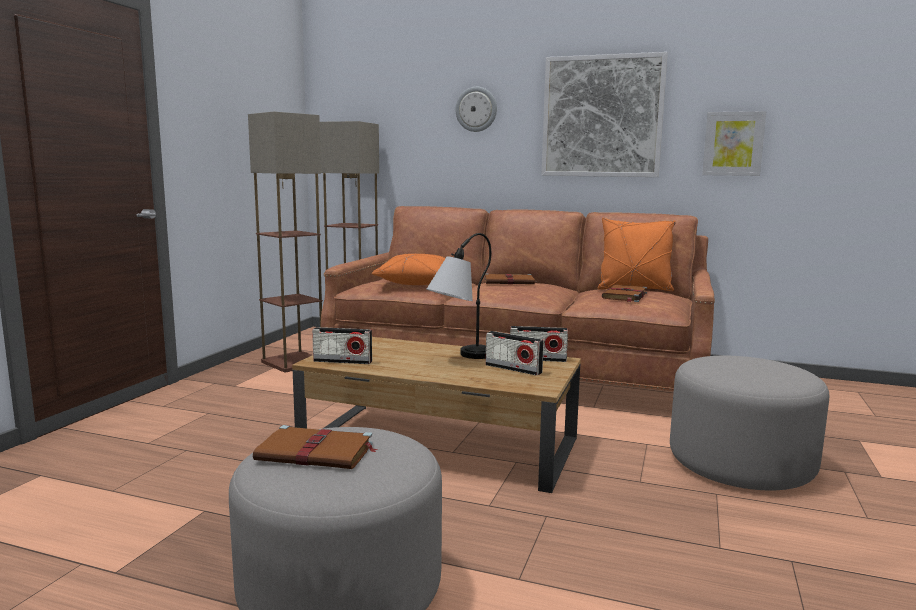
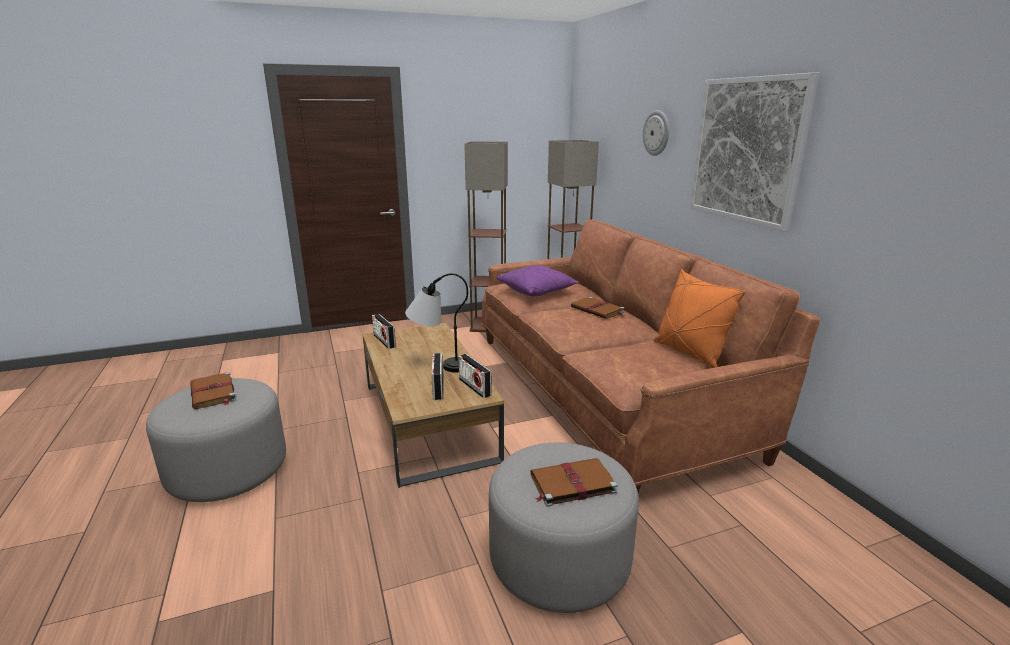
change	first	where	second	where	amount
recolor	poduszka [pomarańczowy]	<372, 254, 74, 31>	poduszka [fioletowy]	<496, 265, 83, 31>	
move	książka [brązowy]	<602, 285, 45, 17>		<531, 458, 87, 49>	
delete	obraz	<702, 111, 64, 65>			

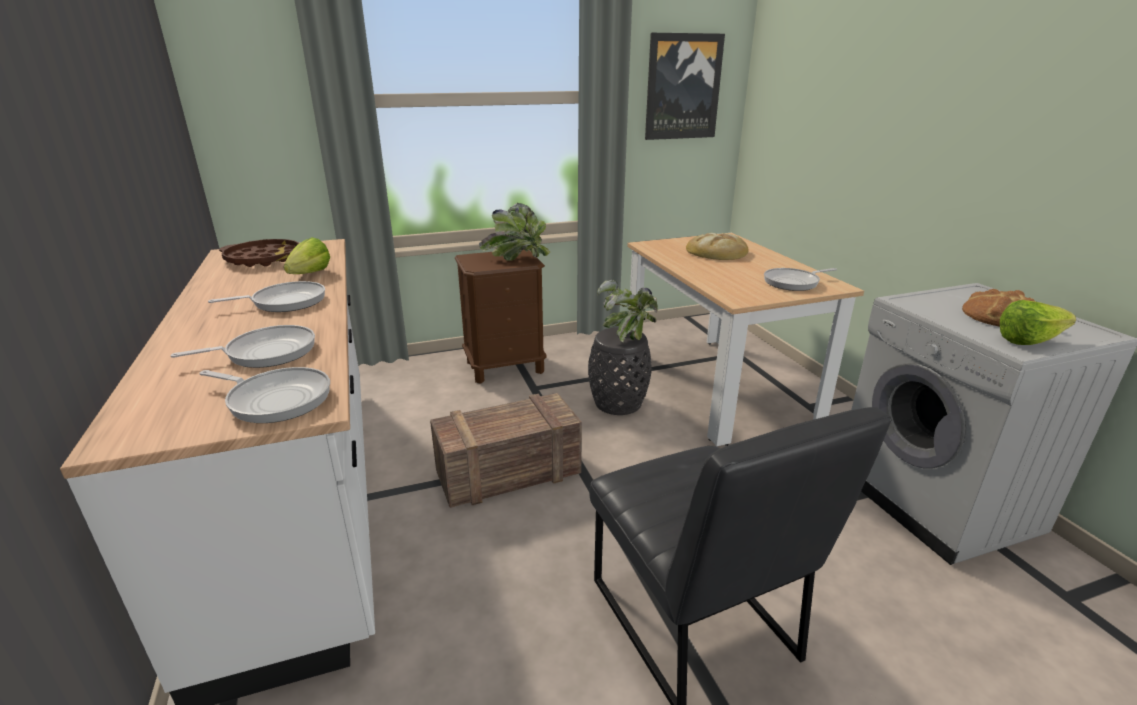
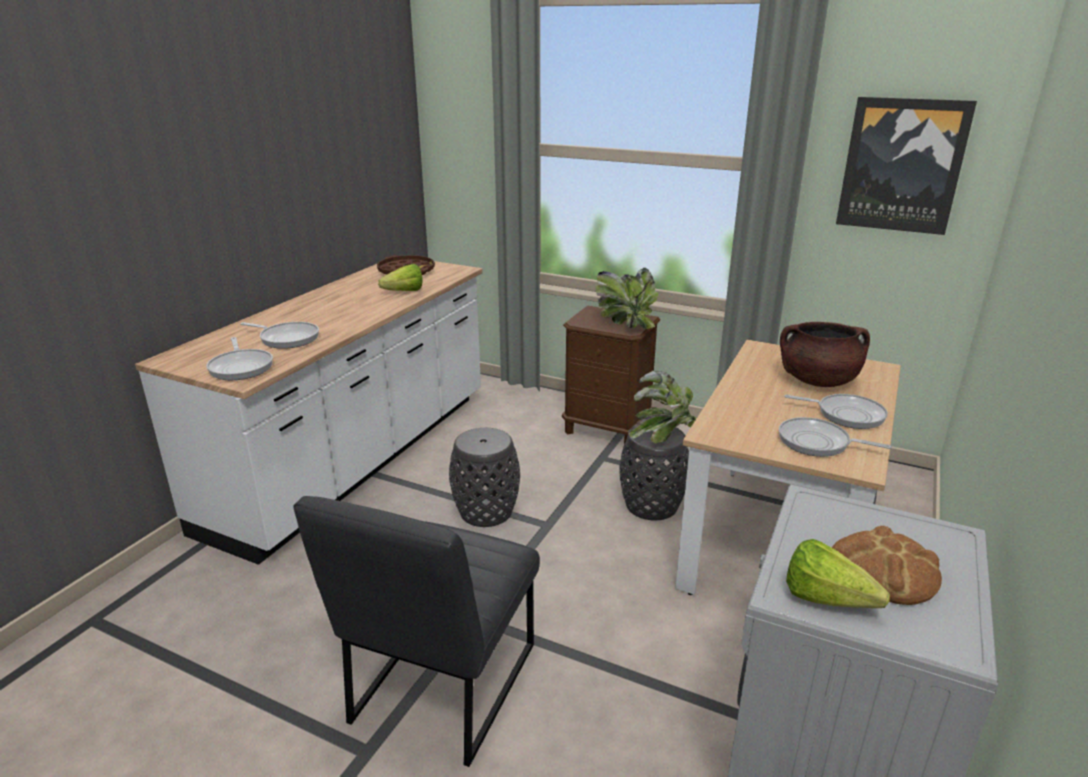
change	first	where	second	where	amount
move	patelnia	<208, 281, 117, 31>		<784, 394, 104, 35>	
replace	skrzynka	<430, 393, 152, 115>	stołek [szary]	<449, 428, 71, 99>	
replace	chleb	<686, 233, 62, 27>	garnek [brązowy]	<780, 322, 90, 65>	

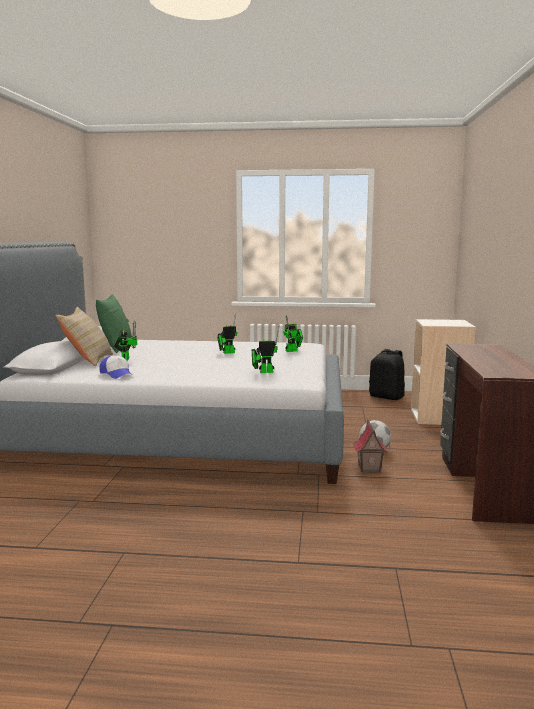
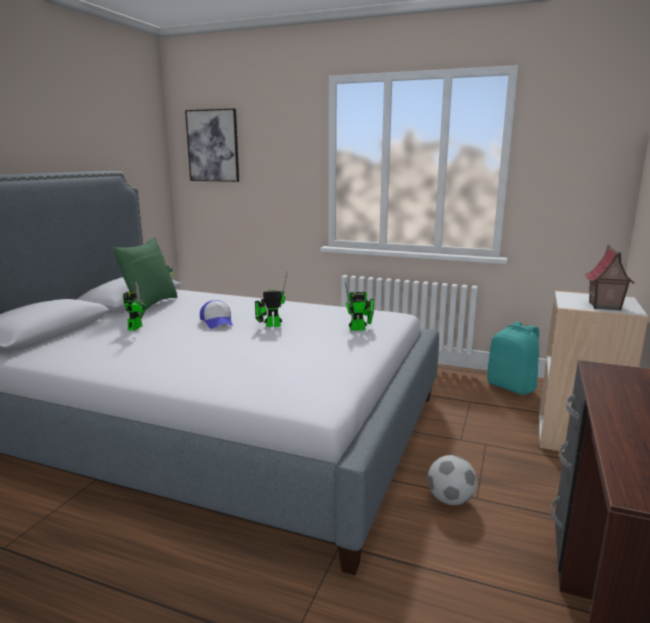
change	first	where	second	where	amount
delete	poduszka [beżowy]	<56, 307, 57, 59>			
move	czapka z daszkiem	<99, 355, 32, 24>		<200, 300, 33, 29>	
delete	robot zabawkowy	<252, 324, 28, 49>			
move	domek	<353, 419, 35, 53>		<585, 245, 50, 66>	
recolor	plecak [czarny]	<369, 349, 36, 51>	plecak [turkusowy]	<487, 322, 52, 73>	
insert			obraz	<185, 108, 54, 74>	

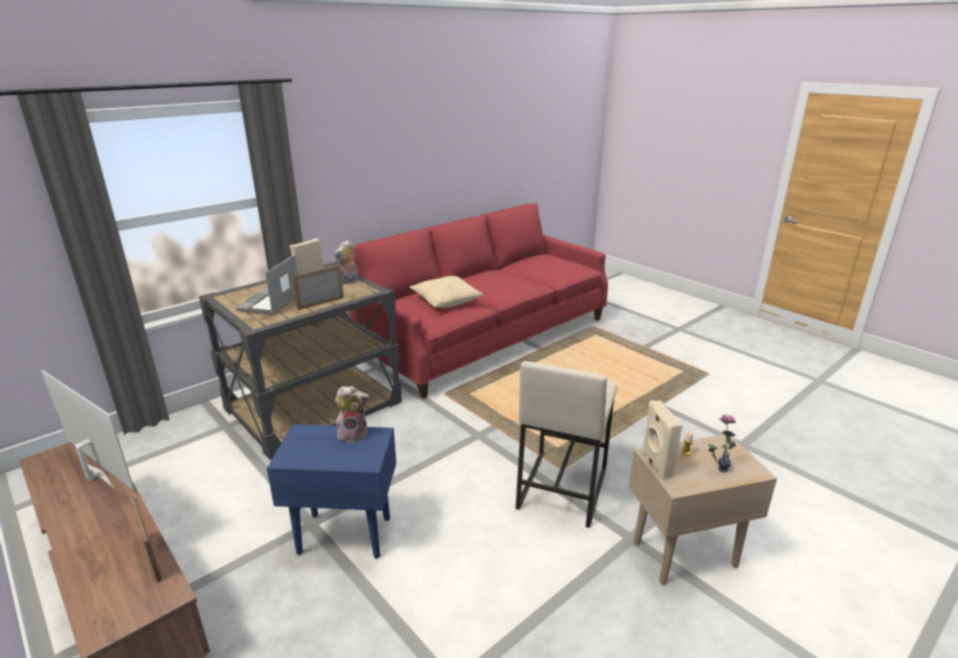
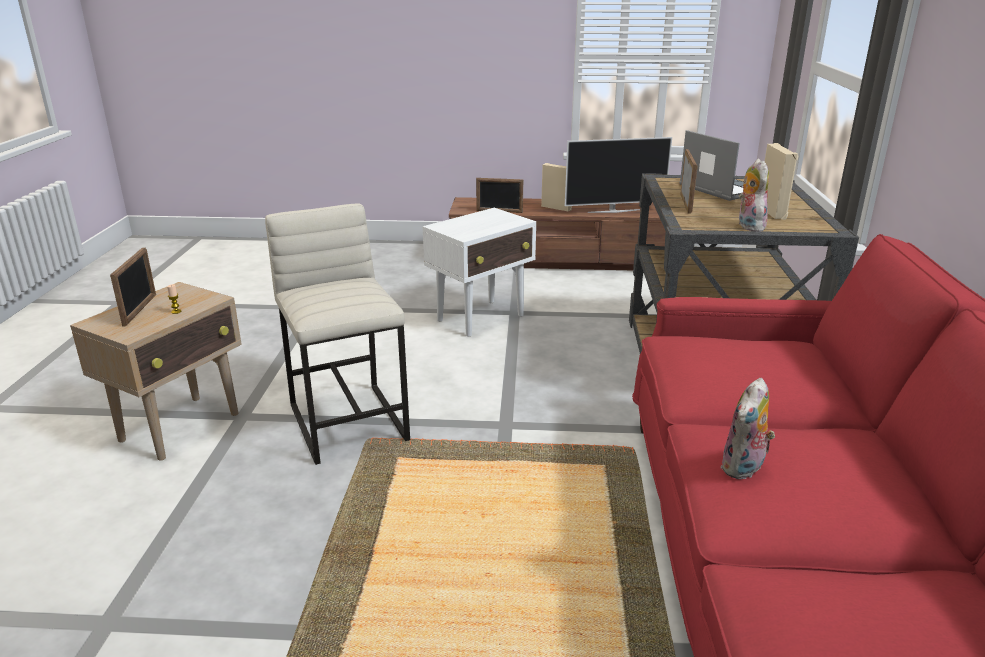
change	first	where	second	where	amount
recolor	stolik [niebieski]	<267, 424, 129, 134>	stolik [biały]	<423, 208, 113, 129>	
move	pluszak	<335, 386, 35, 57>		<720, 378, 55, 102>	
delete	poduszka [beżowy]	<410, 276, 73, 32>			
move	głośnik [beżowy]	<642, 400, 40, 80>		<541, 163, 31, 48>	
replace	wazon	<708, 415, 28, 58>	ramka na zdjęcie	<110, 247, 46, 79>	

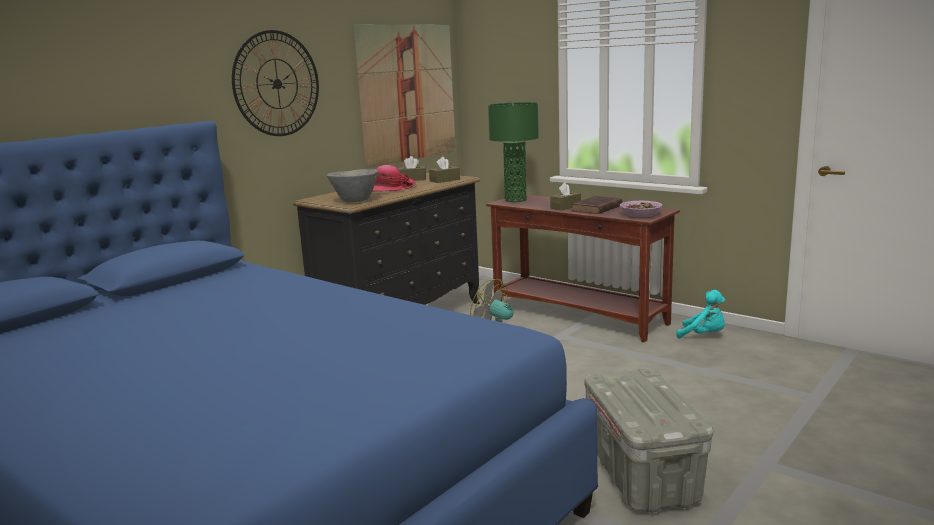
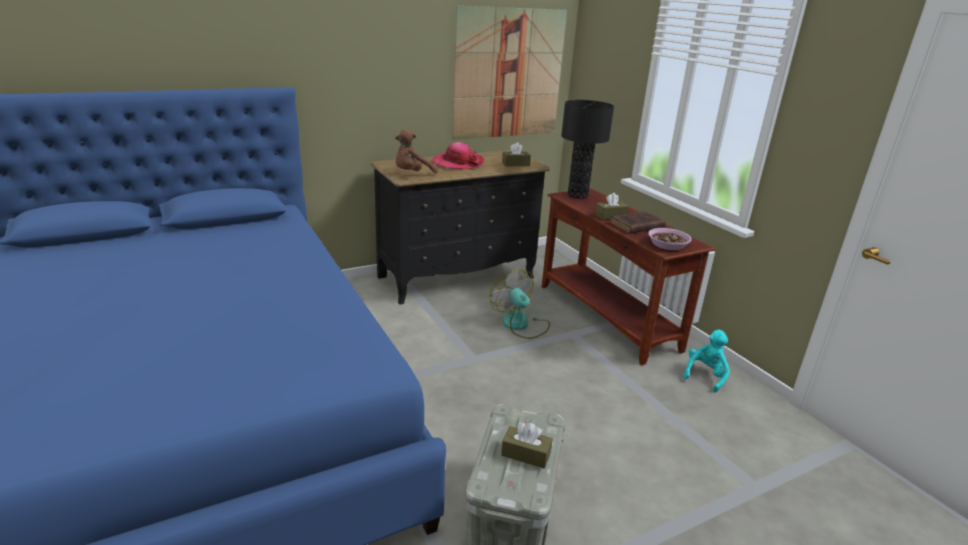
change	first	where	second	where	amount
delete	zegar ścienny	<232, 30, 87, 106>			
replace	miska [szary]	<327, 169, 51, 33>	pluszak [brązowy]	<395, 129, 43, 44>	
move	pudełko chusteczek [brązowy]	<398, 156, 28, 25>		<501, 423, 52, 46>	
recolor	lampa stołowa [zielony]	<488, 102, 51, 100>	lampa stołowa [czarny]	<561, 100, 53, 99>	
rotate	pluszak [turkusowy]	<676, 290, 49, 48>		<683, 330, 47, 62>	105 degrees counterclockwise

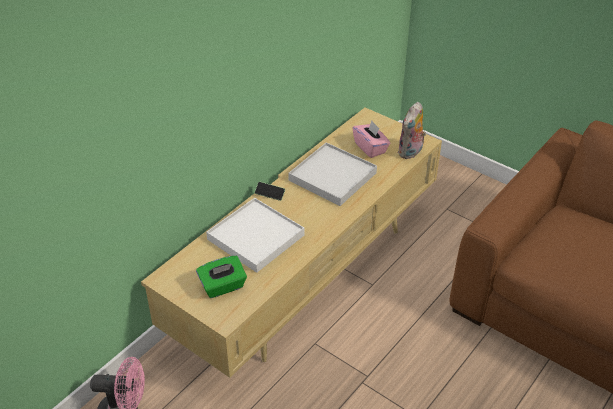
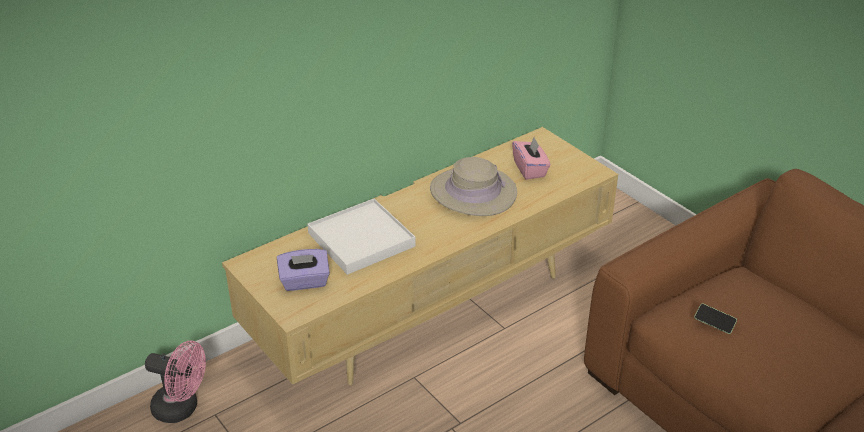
change	first	where	second	where	amount
recolor	pudełko chusteczek [zielony]	<196, 256, 51, 42>	pudełko chusteczek [fioletowy]	<277, 249, 53, 42>	
move	telefon	<255, 182, 30, 19>		<694, 304, 43, 30>	
replace	taca [biały]	<288, 142, 89, 64>	kapelusz [beżowy]	<430, 157, 87, 59>	
delete	pluszak	<397, 102, 29, 57>			

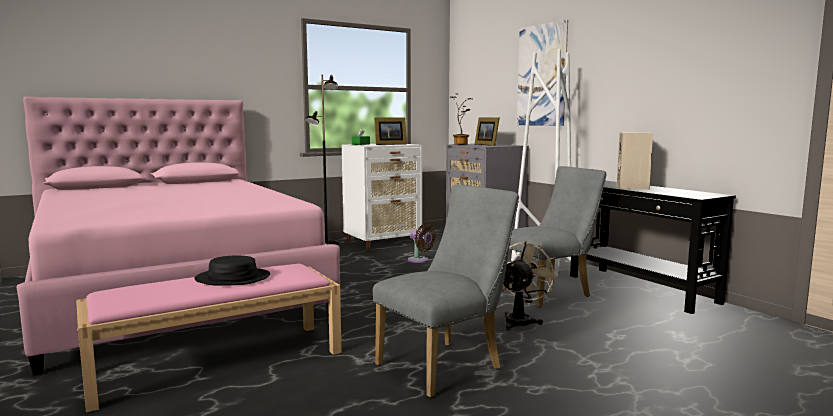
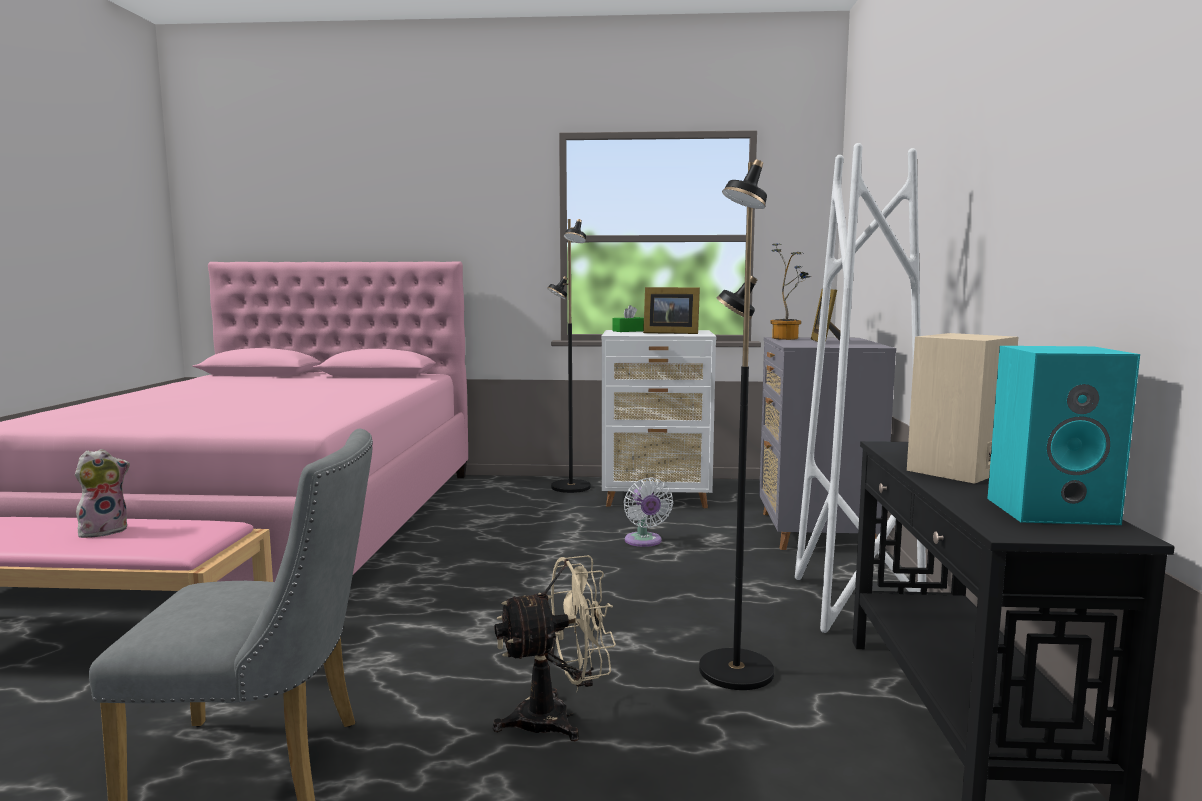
change	first	where	second	where	amount
replace	kapelusz [czarny]	<194, 255, 76, 31>	pluszak	<75, 449, 55, 89>	
recolor	wentylator [brązowy]	<408, 223, 28, 40>	wentylator [biały]	<624, 478, 49, 69>	
replace	krzesło [szary]	<502, 166, 105, 142>	lampa stojąca [czarny]	<699, 160, 75, 530>	
delete	obraz	<517, 19, 51, 107>			
insert			głośnik [turkusowy]	<987, 346, 153, 179>	

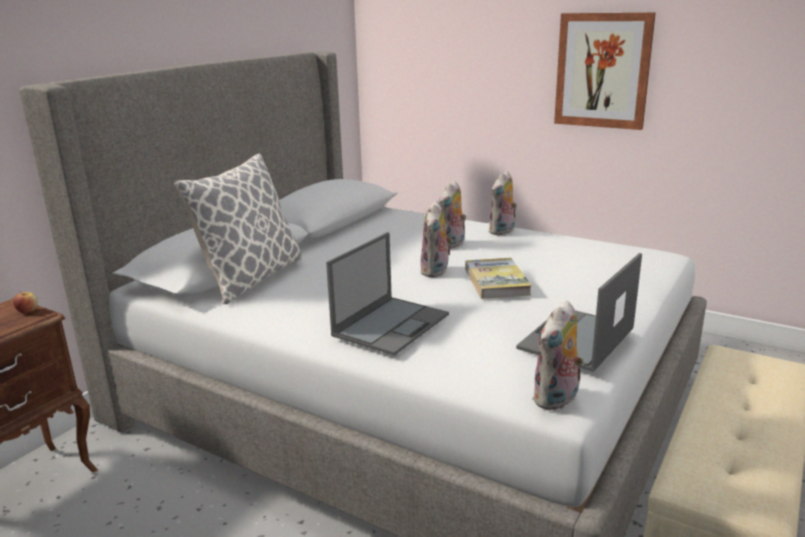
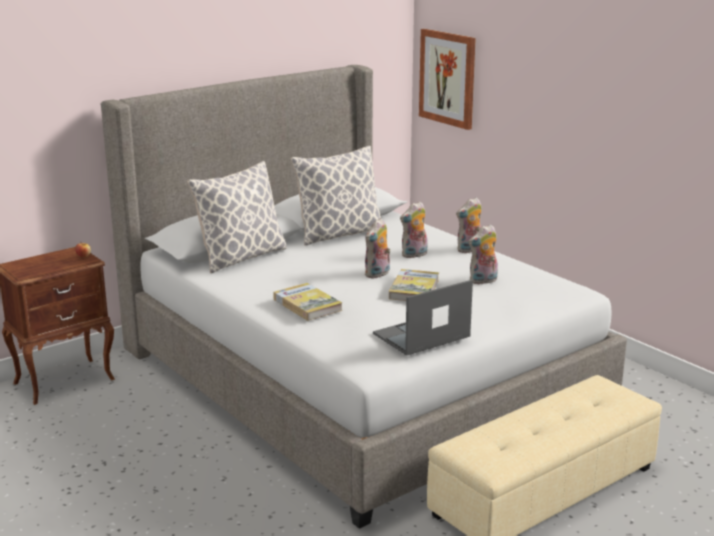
change	first	where	second	where	amount
replace	laptop	<326, 232, 123, 124>	książka	<273, 283, 69, 38>	
move	pluszak	<532, 301, 53, 109>		<468, 224, 30, 60>	
move	obraz	<554, 12, 102, 118>		<419, 29, 57, 101>	
insert			poduszka	<290, 146, 91, 100>	

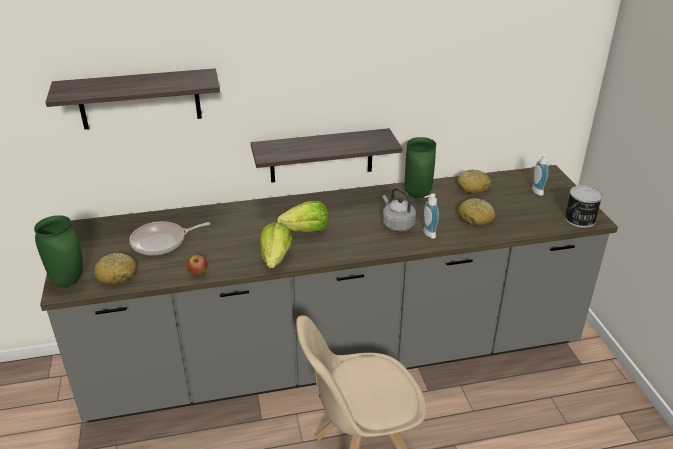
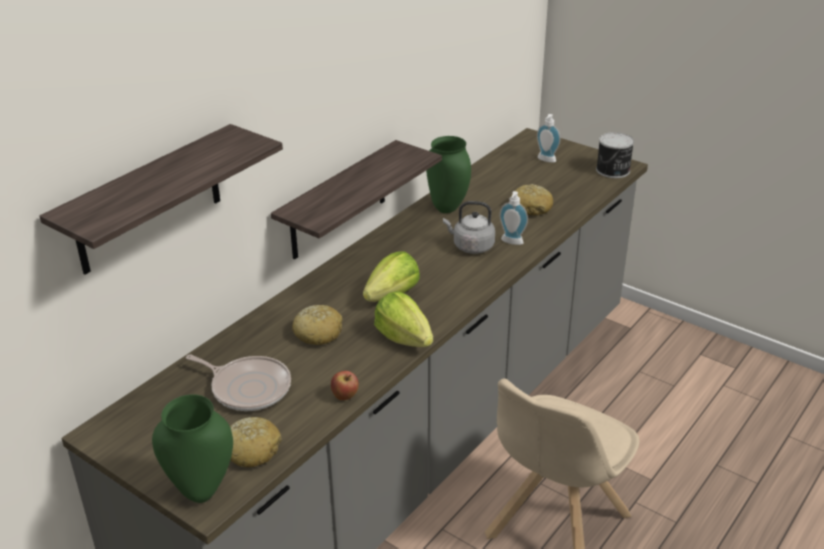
change	first	where	second	where	amount
rotate	patelnia	<129, 221, 82, 35>		<186, 355, 105, 56>	90 degrees counterclockwise
move	chleb	<457, 170, 34, 24>		<292, 305, 51, 40>	

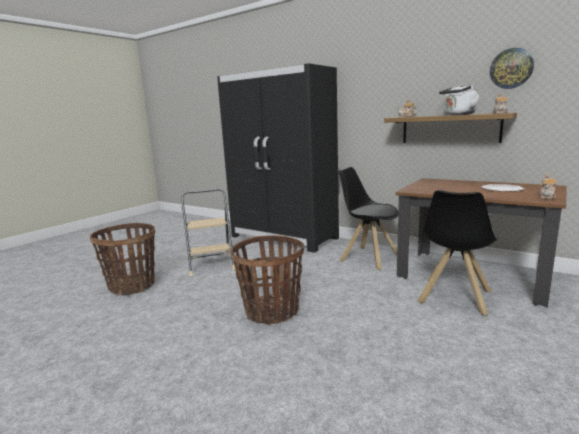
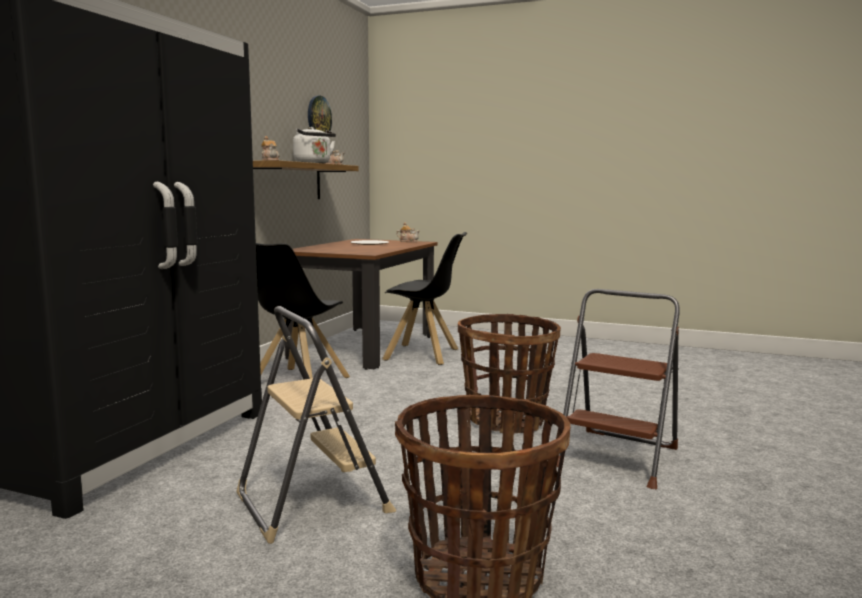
change	first	where	second	where	amount
insert			drabinka [brązowy]	<557, 289, 123, 200>	

